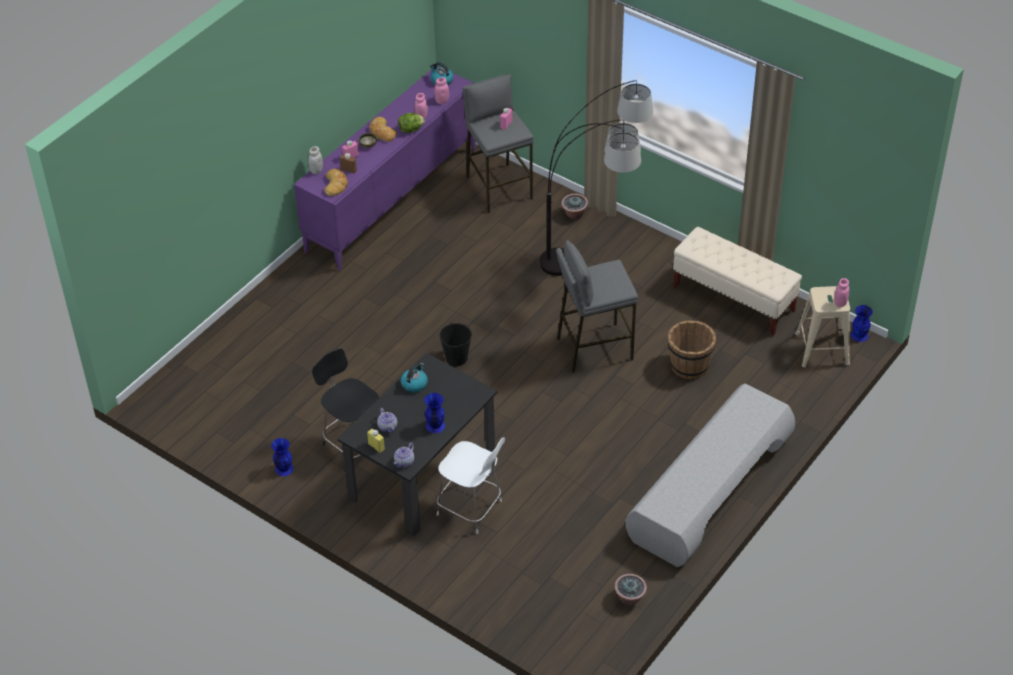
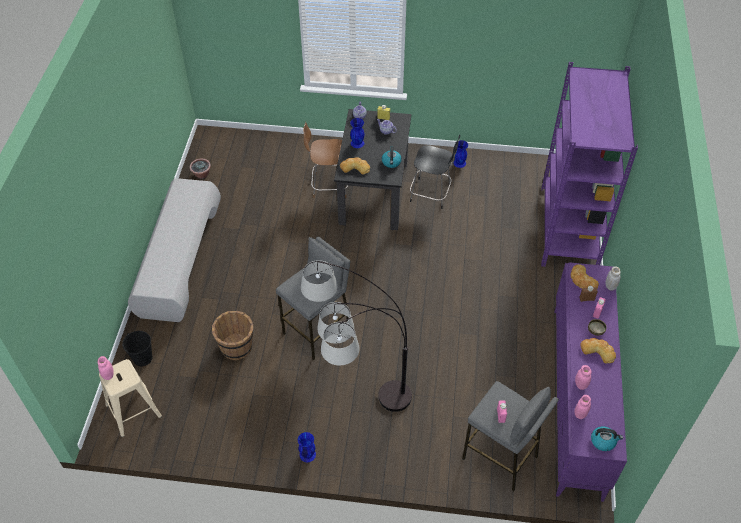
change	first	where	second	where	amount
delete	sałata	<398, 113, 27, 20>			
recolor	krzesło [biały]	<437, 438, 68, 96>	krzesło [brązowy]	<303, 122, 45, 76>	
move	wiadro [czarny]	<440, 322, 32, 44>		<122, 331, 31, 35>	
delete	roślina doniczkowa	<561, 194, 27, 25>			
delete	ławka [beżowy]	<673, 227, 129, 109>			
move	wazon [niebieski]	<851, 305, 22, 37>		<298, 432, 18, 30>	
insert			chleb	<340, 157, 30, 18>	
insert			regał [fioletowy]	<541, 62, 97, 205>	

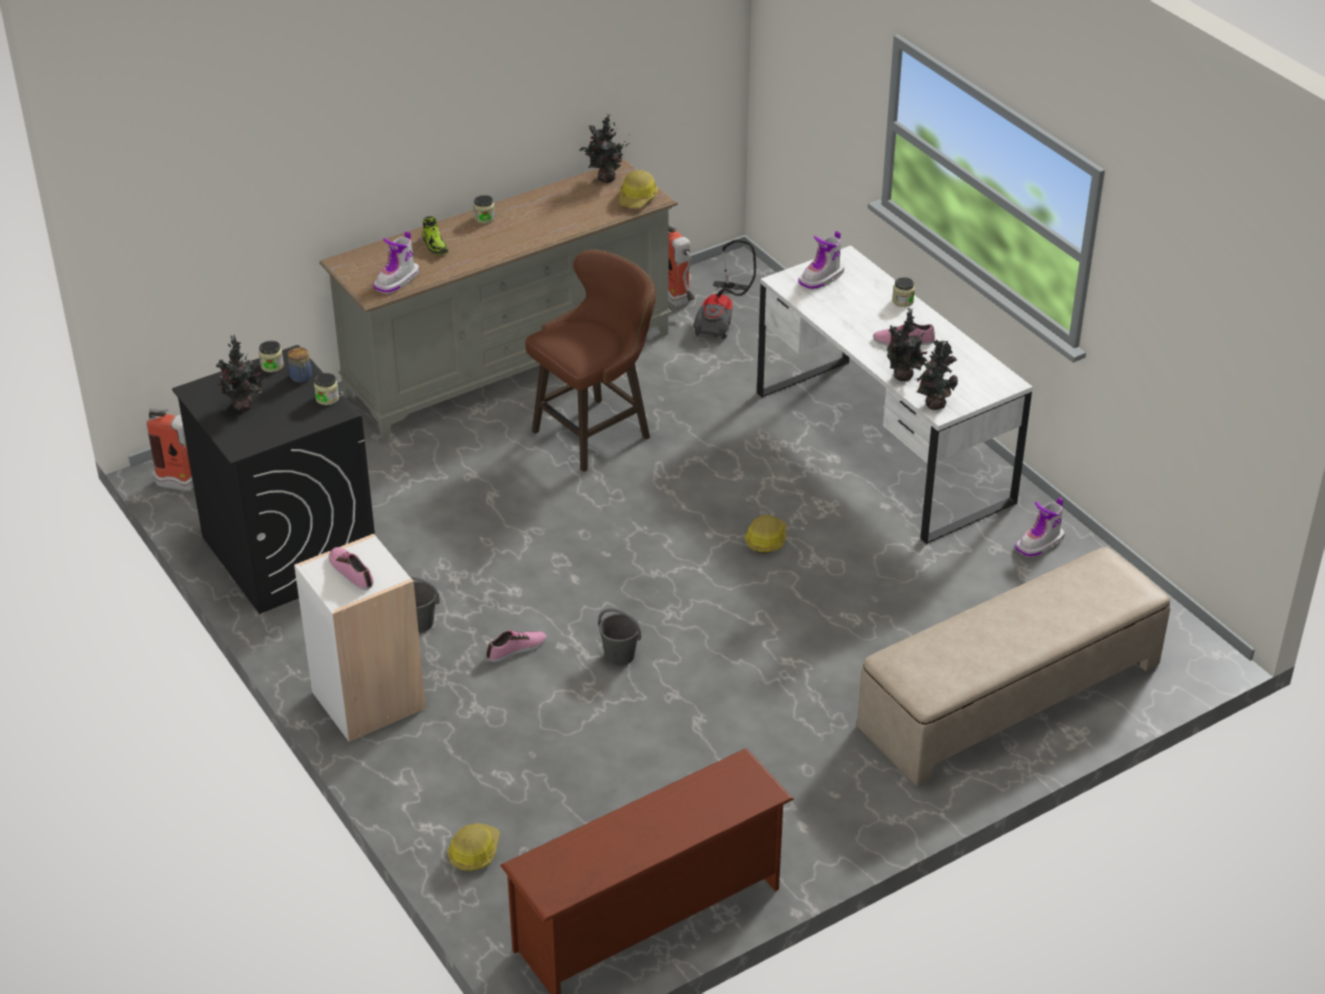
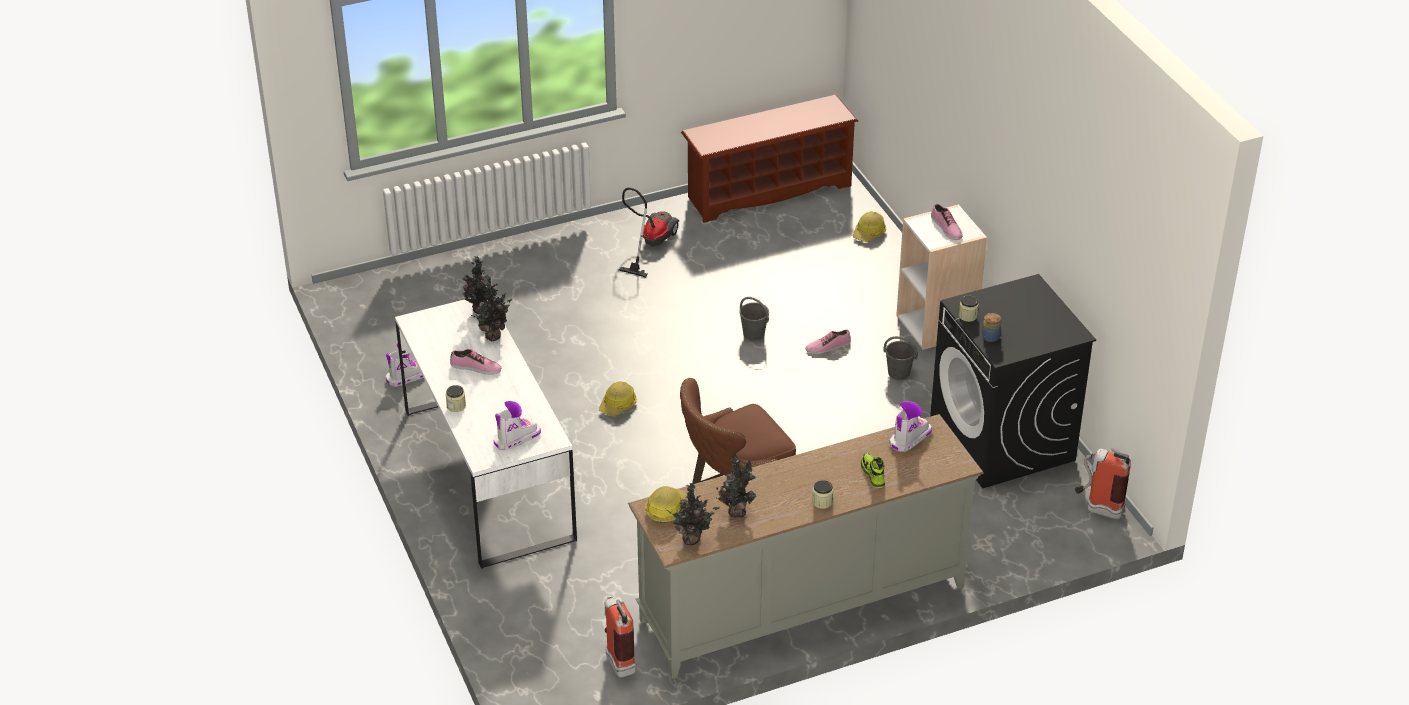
change	first	where	second	where	amount
move	roślina doniczkowa	<216, 335, 48, 76>		<716, 458, 41, 60>	
delete	słoik	<259, 341, 25, 31>			
move	odkurzacz	<693, 240, 64, 100>		<619, 188, 60, 90>	
delete	ławka [beżowy]	<857, 547, 313, 239>			

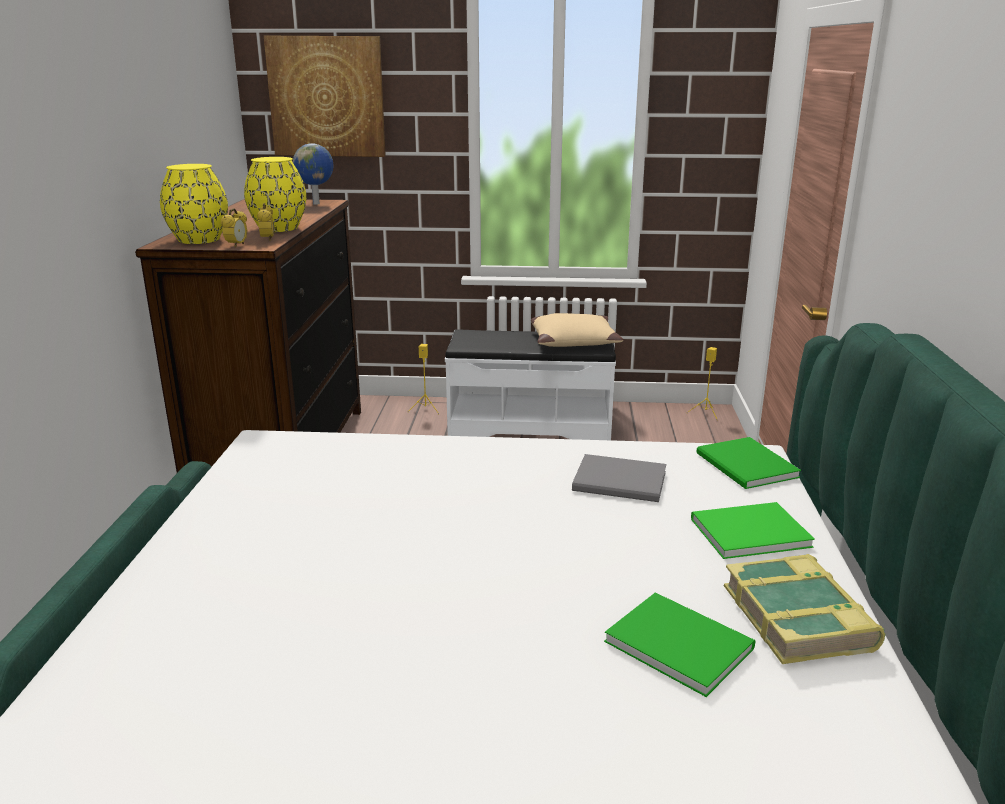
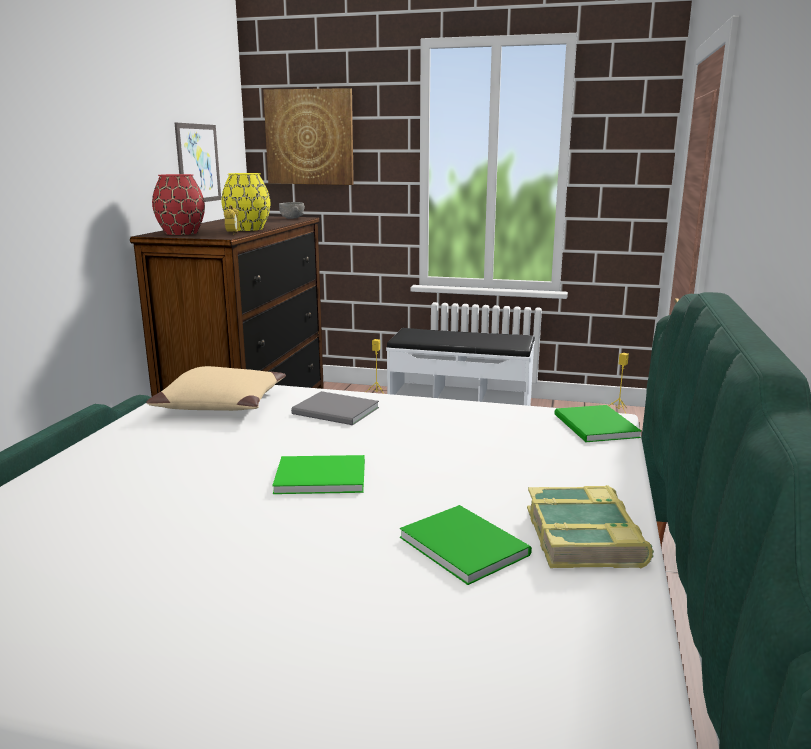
change	first	where	second	where	amount
recolor	wazon [żółty]	<160, 164, 68, 80>	wazon [czerwony]	<152, 174, 53, 61>	
delete	budzik	<221, 208, 26, 40>			
replace	globus	<293, 143, 40, 62>	miska [szary]	<279, 202, 26, 17>	
move	poduszka [beżowy]	<531, 313, 92, 34>		<146, 366, 140, 45>	
move	książka [szary]	<572, 454, 94, 48>		<291, 391, 88, 34>	
move	książka [zielony]	<691, 502, 124, 57>		<272, 455, 93, 39>	
insert			obraz	<175, 123, 46, 79>	

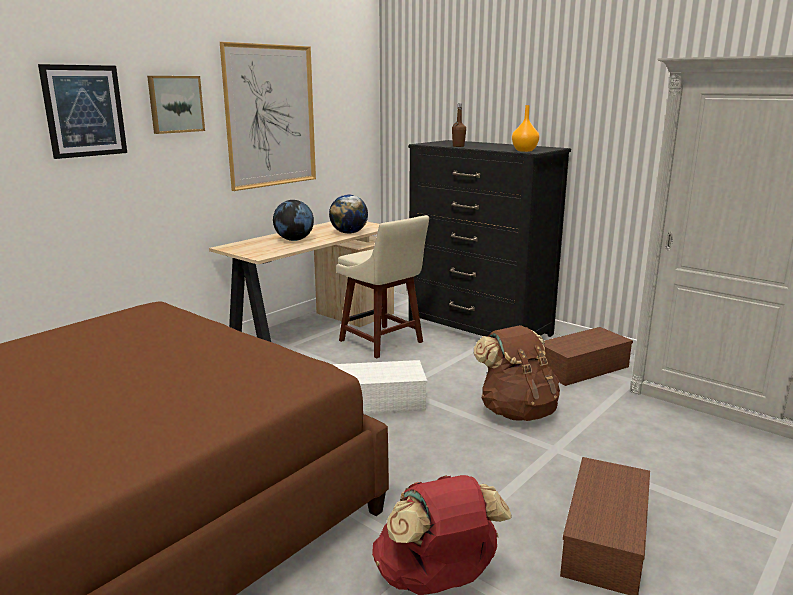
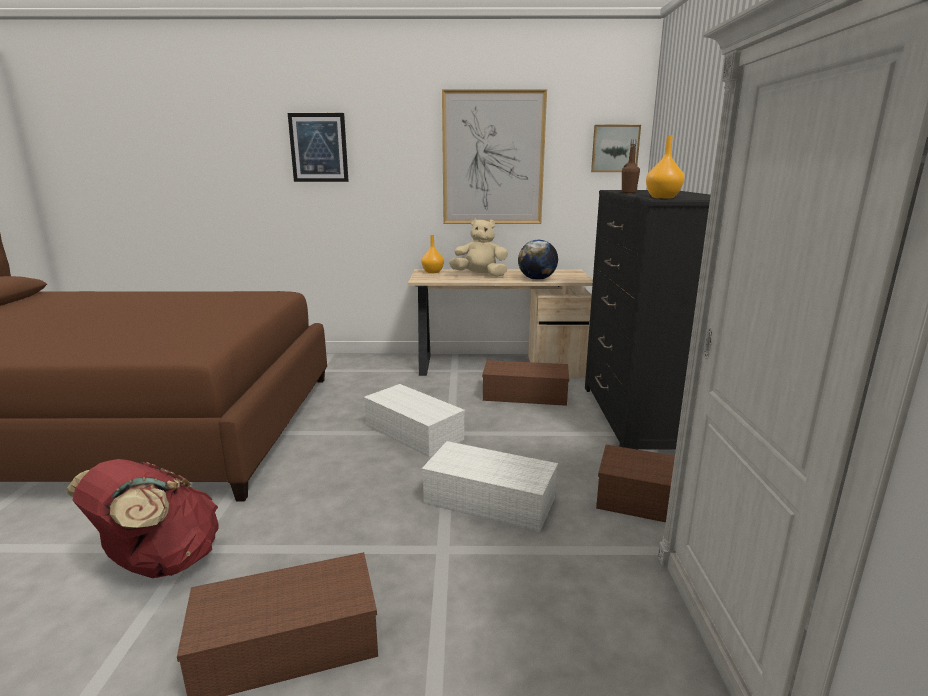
change	first	where	second	where	amount
move	obraz	<147, 76, 58, 58>		<591, 125, 50, 47>	
replace	globus	<273, 200, 41, 41>	pluszak [beżowy]	<449, 218, 59, 59>	
replace	stołek [beżowy]	<336, 215, 93, 144>	pojemnik do przechowywania [brązowy]	<482, 360, 87, 46>	
replace	plecak [brązowy]	<474, 325, 86, 96>	pojemnik do przechowywania [biały]	<422, 441, 136, 91>	
insert			wazon [pomarańczowy]	<421, 235, 23, 38>	

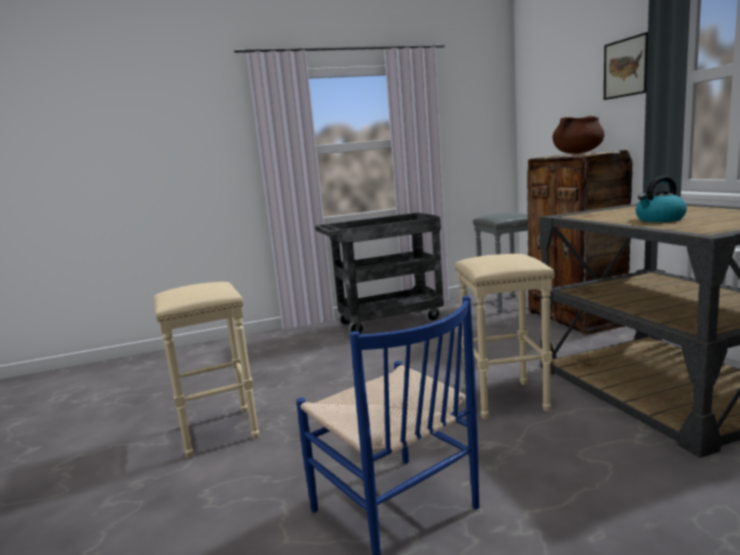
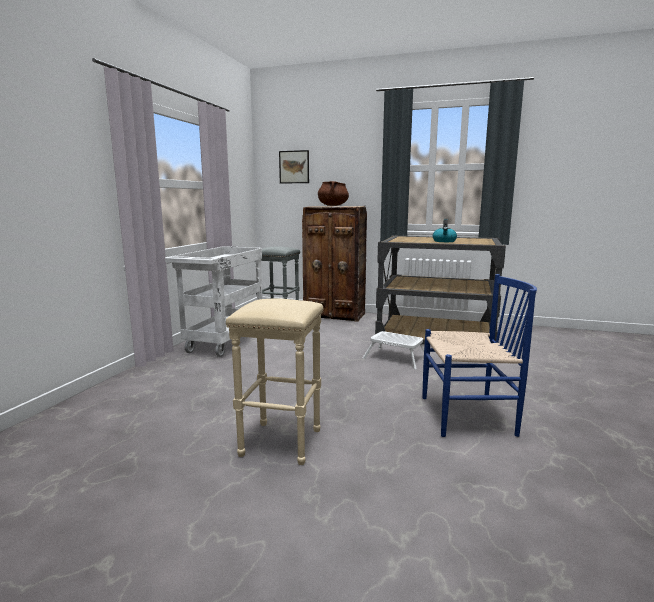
change	first	where	second	where	amount
recolor	wózek [czarny]	<315, 213, 129, 122>	wózek [biały]	<165, 246, 97, 111>	
replace	stołek [beżowy]	<455, 254, 100, 165>	drabinka [biały]	<363, 331, 61, 38>	
move	obraz	<604, 32, 44, 68>		<279, 150, 30, 34>	

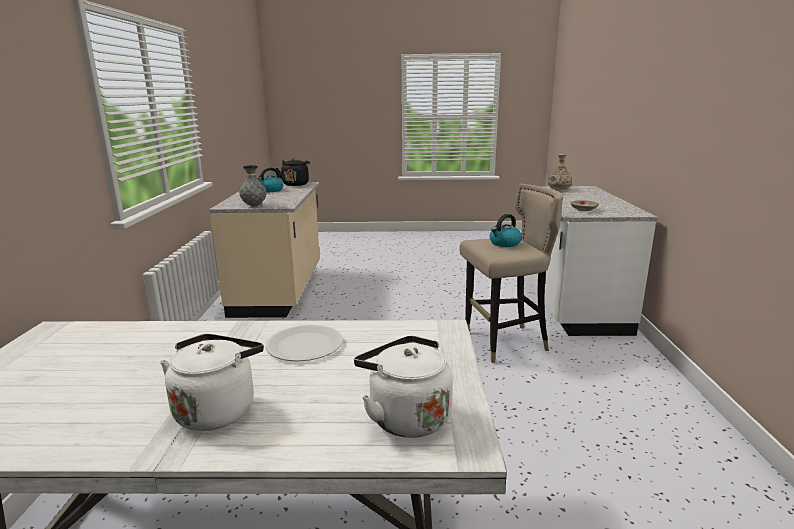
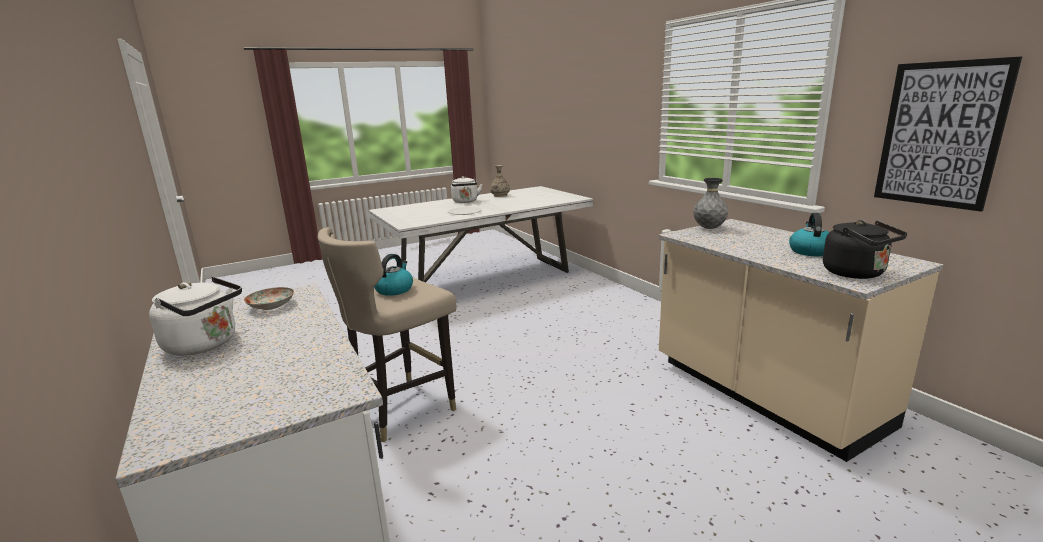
change	first	where	second	where	amount
move	czajnik [biały]	<354, 336, 99, 102>		<149, 277, 93, 79>	
move	wazon	<548, 154, 24, 37>		<490, 165, 20, 32>	
insert			obraz	<874, 57, 148, 155>	

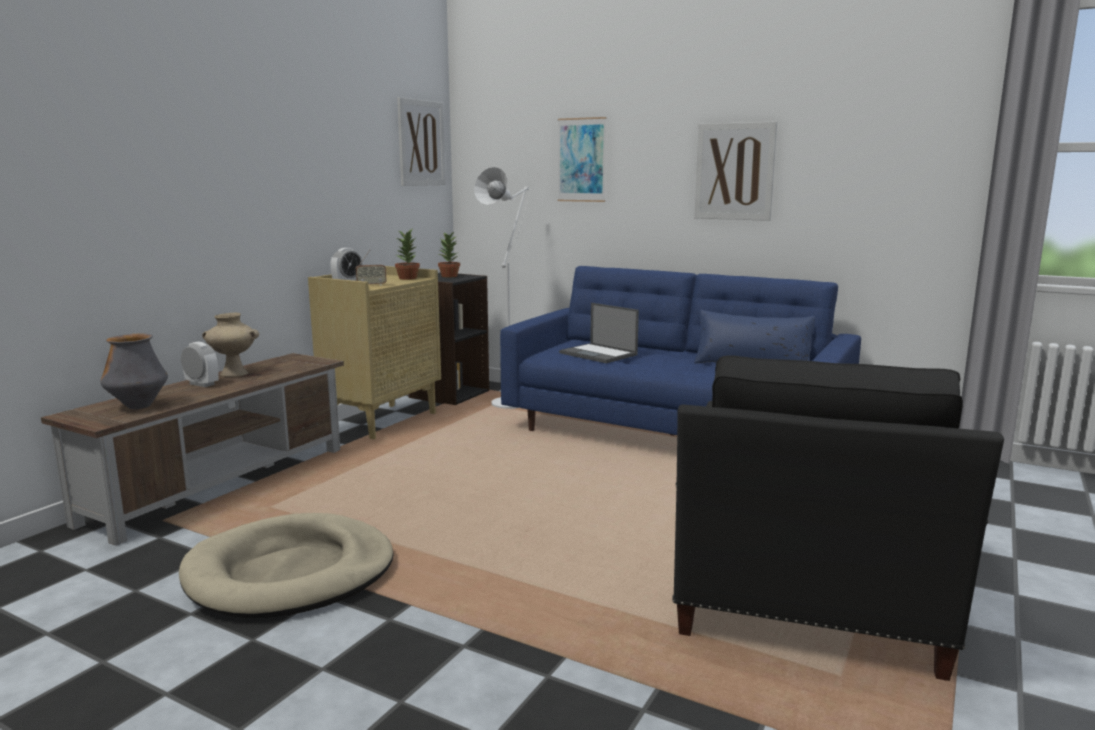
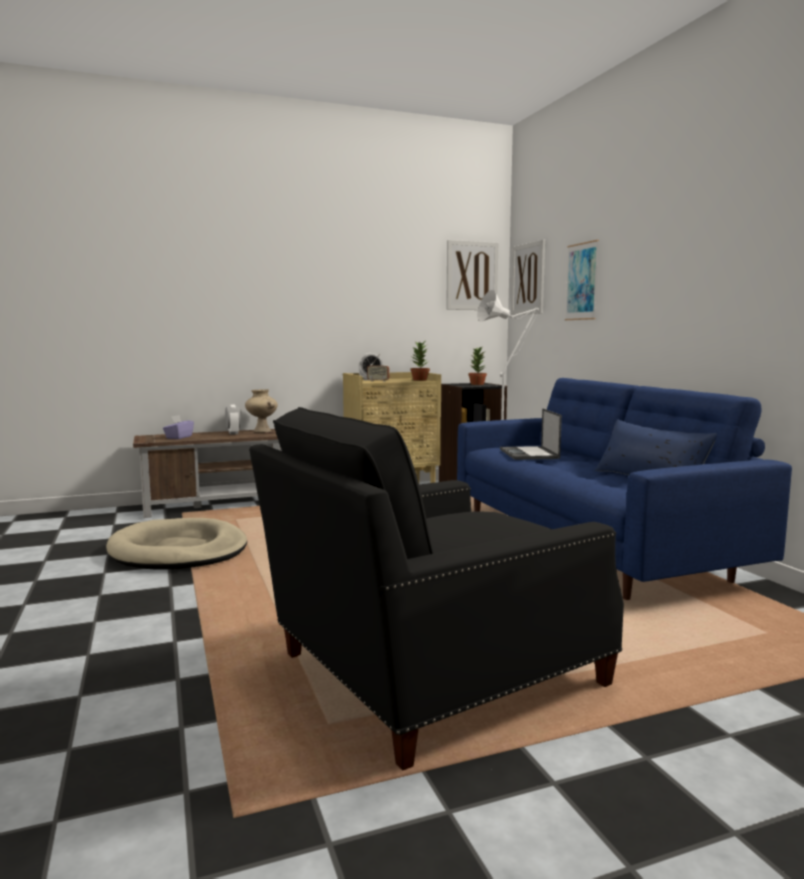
change	first	where	second	where	amount
replace	wazon	<100, 334, 68, 75>	pudełko chusteczek [fioletowy]	<163, 415, 31, 24>	
move	obraz	<694, 122, 83, 99>		<511, 239, 34, 76>	

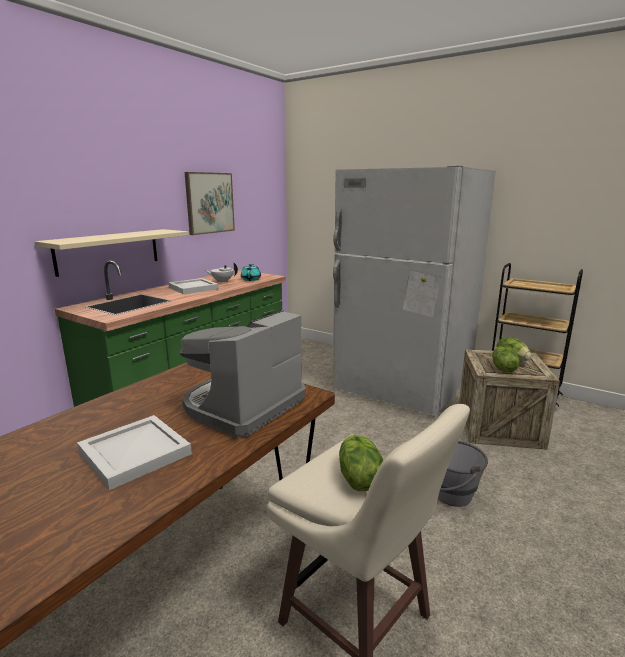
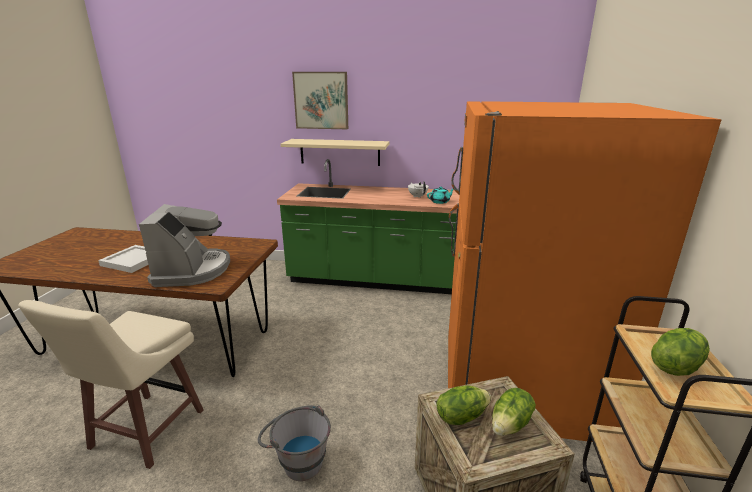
change	first	where	second	where	amount
delete	taca [biały]	<168, 278, 51, 16>			
rotate	ekspres do kawy	<180, 310, 126, 128>		<139, 204, 91, 83>	75 degrees clockwise
move	obraz	<185, 172, 50, 63>		<292, 72, 56, 57>	
recolor	lodówka [biały]	<333, 166, 163, 250>	lodówka [pomarańczowy]	<448, 101, 274, 340>	
move	sałata	<339, 435, 44, 56>		<651, 328, 59, 48>	

